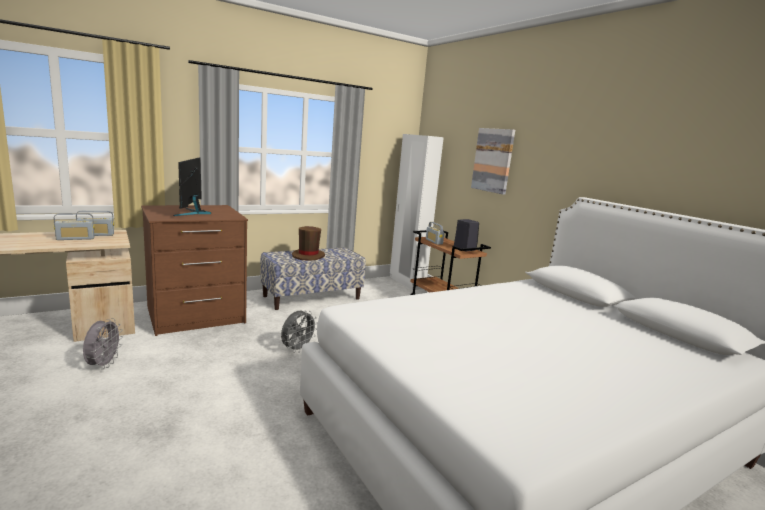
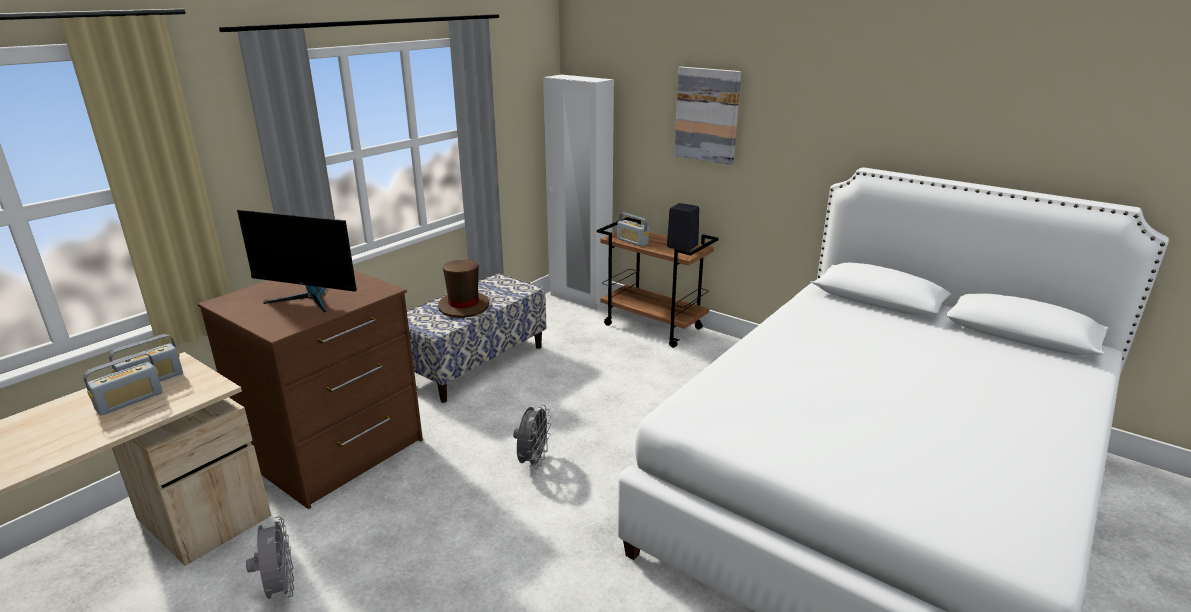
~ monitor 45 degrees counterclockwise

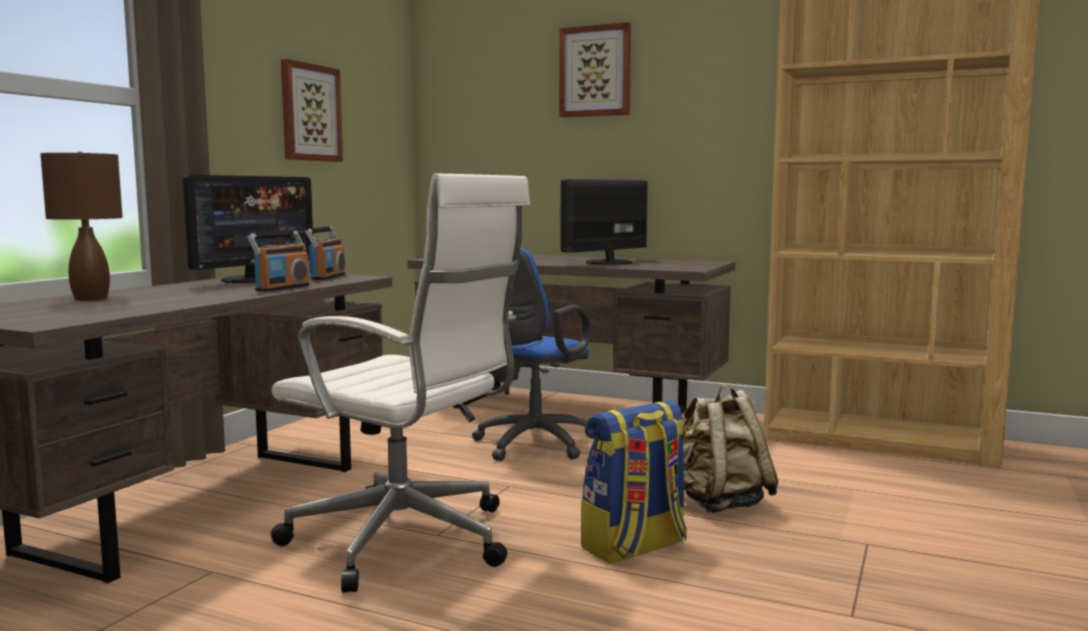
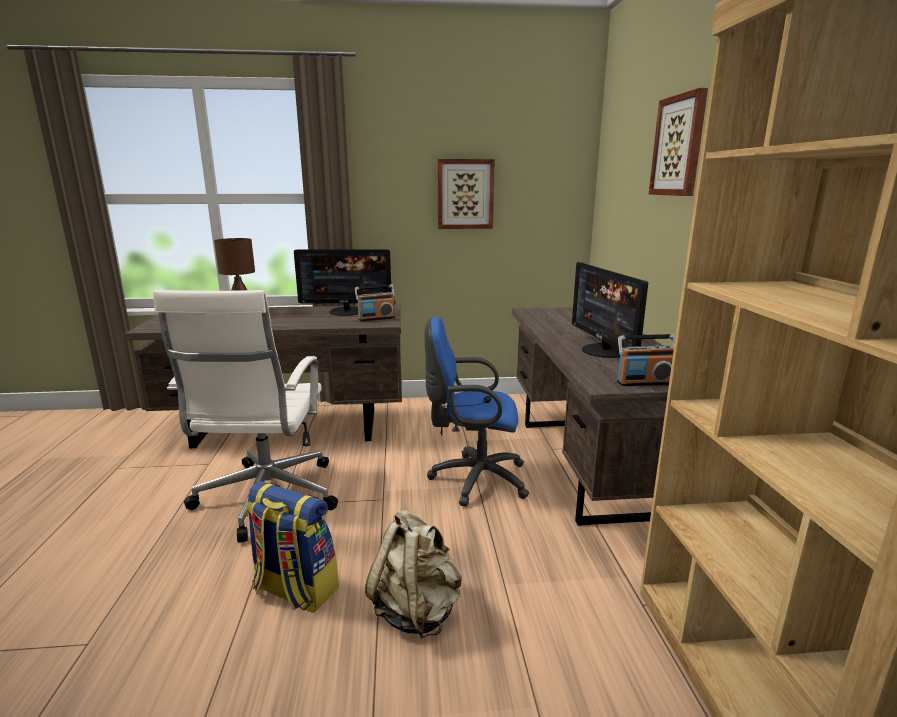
~ monitor (no. 2 from left) 120 degrees counterclockwise
~ radio (no. 1 from left in the first image) to radio (no. 2 from left)

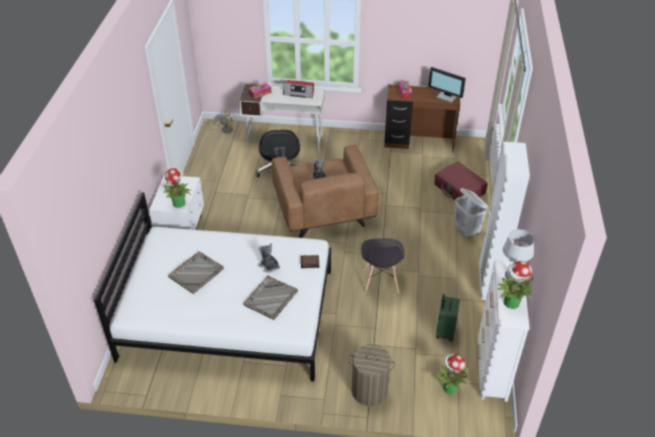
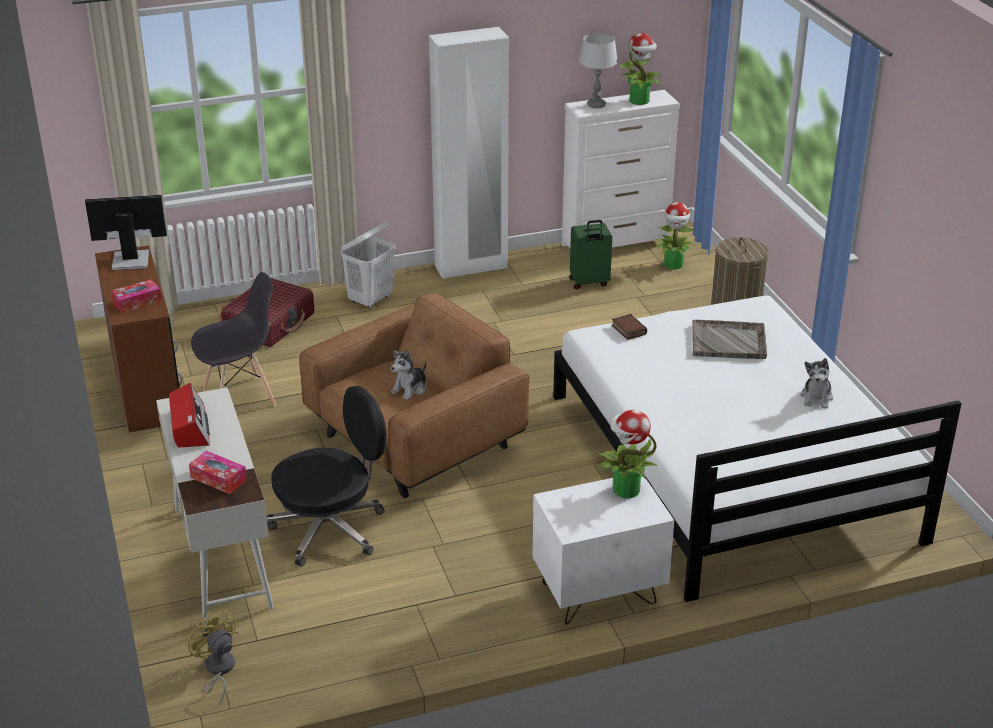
~ monitor 105 degrees counterclockwise
~ grey_chair
~ plush_toy (no. 1 from left in the first image) to plush_toy (no. 2 from left)
- grey_tray (no. 1 from left)

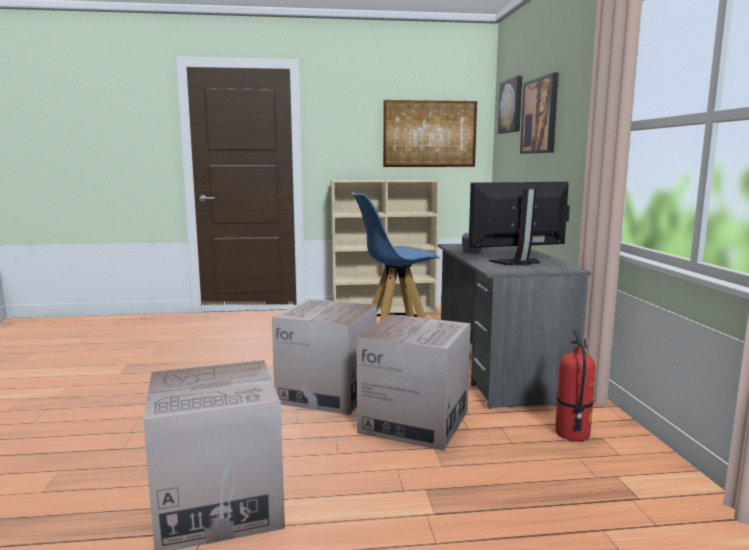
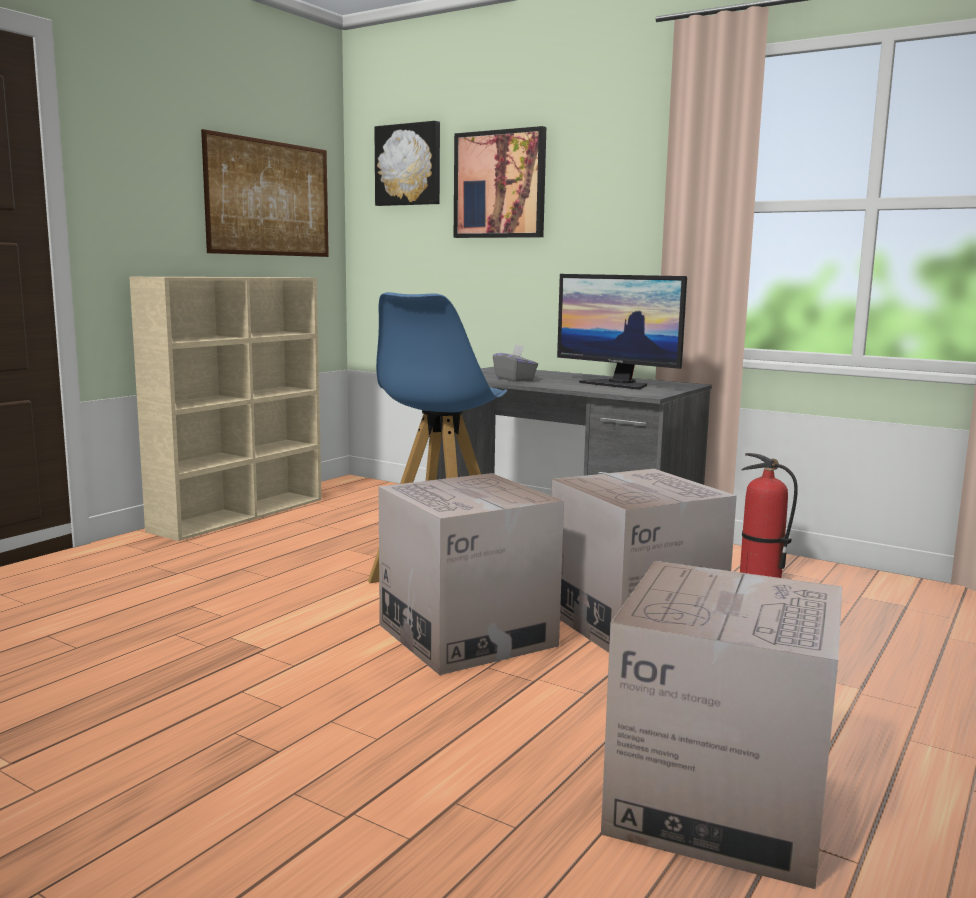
~ monitor 75 degrees counterclockwise

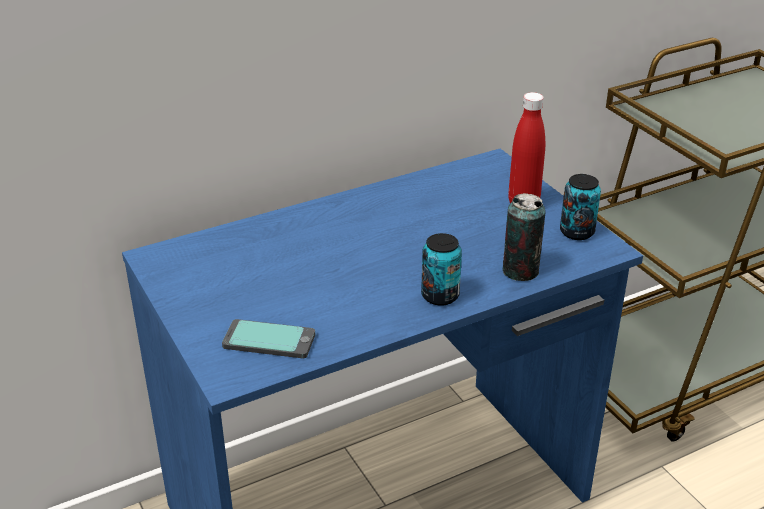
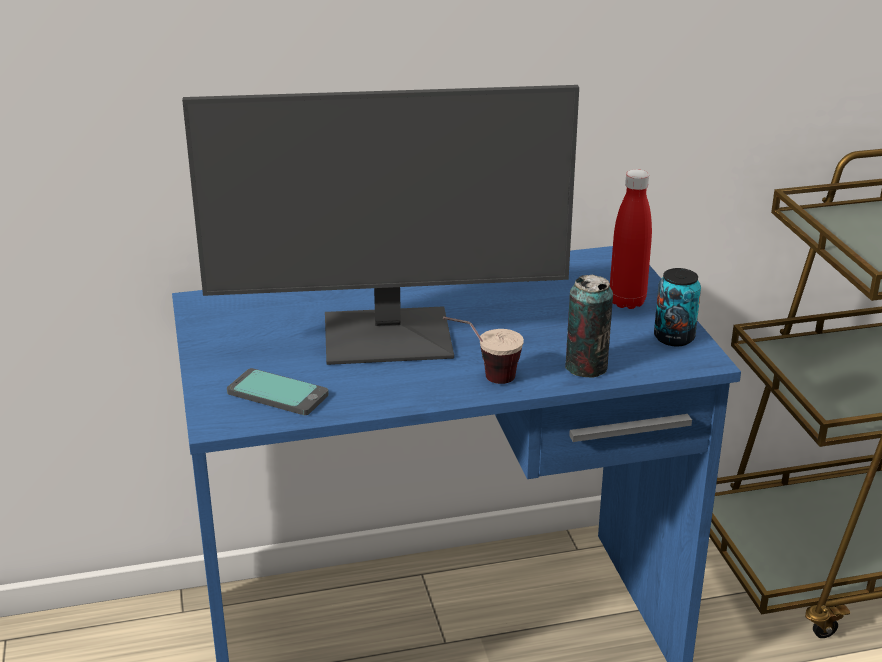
+ monitor
~ can (no. 1 from left) to cup

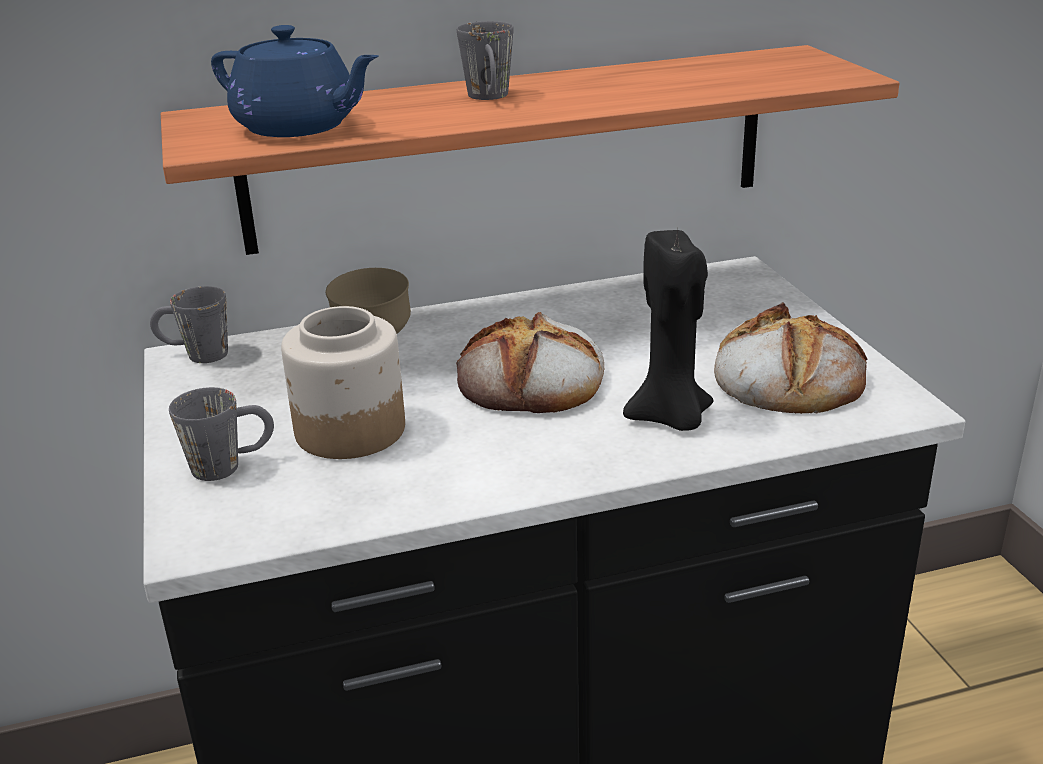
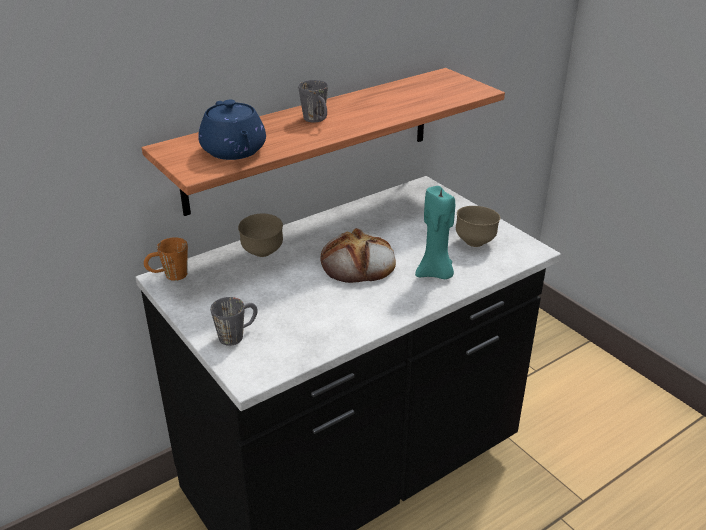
~ grey_mug (no. 1 from left) to orange_mug
~ blue_teapot 60 degrees clockwise
~ black_candle to turquoise_candle
~ bread (no. 2 from left) to brown_bowl (no. 2 from left)
- jar

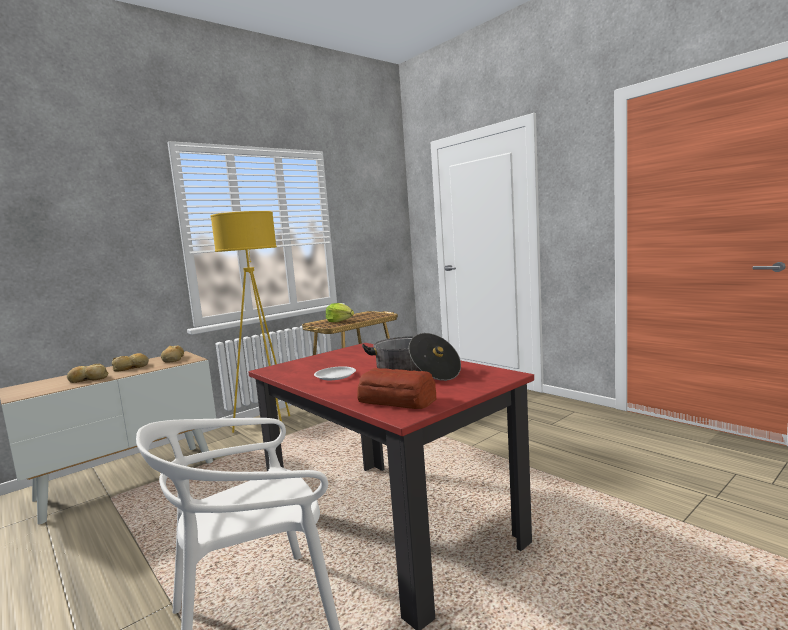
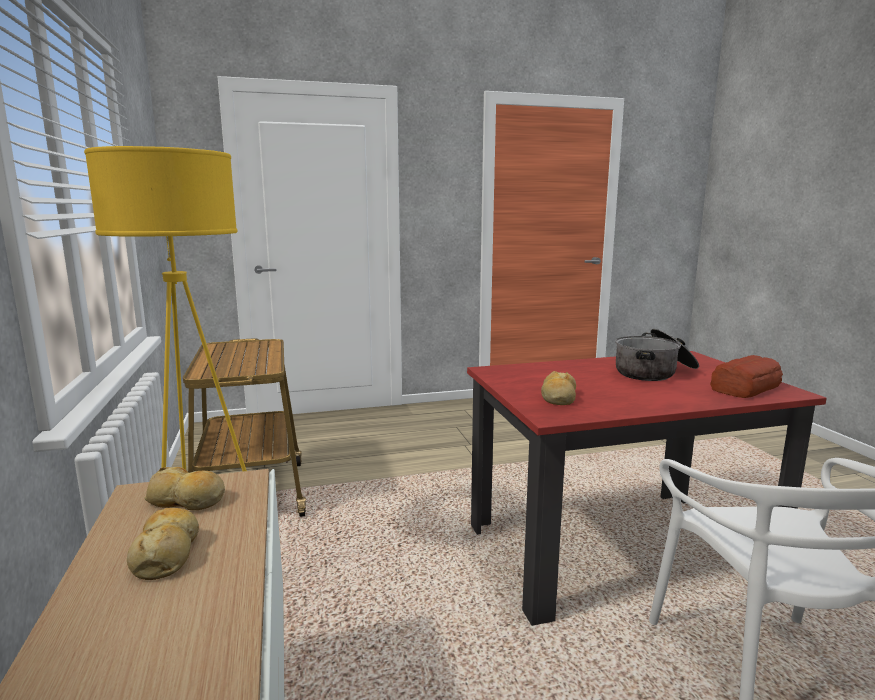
~ bread (no. 1 from left in the first image) to bread (no. 3 from left)
- white_plate
- lettuce

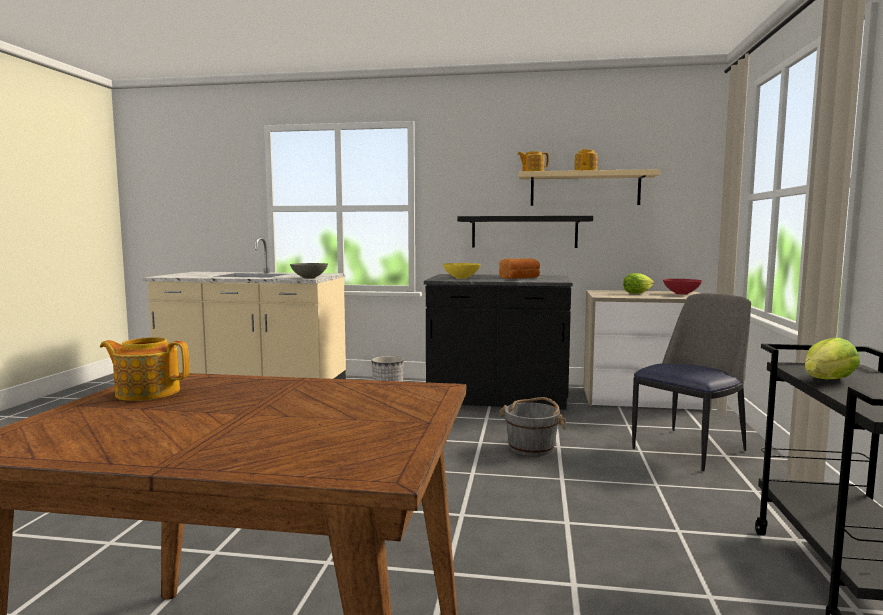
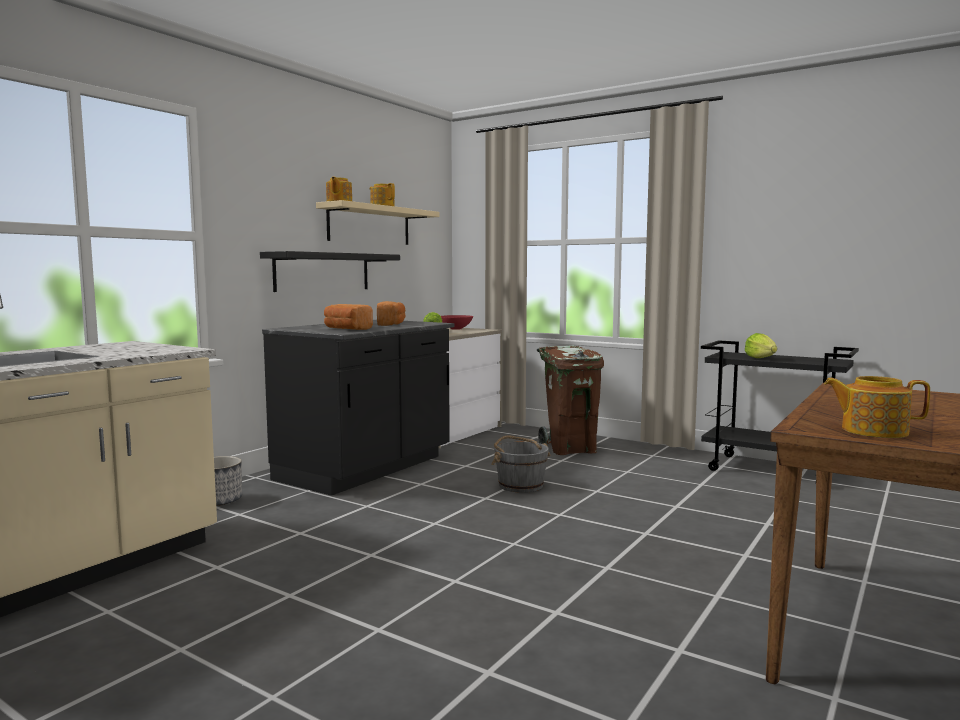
~ yellow_bowl to bread (no. 1 from left)
~ chair to brown_trash_can
~ teapot (no. 1 from left in the first image) 75 degrees clockwise
- grey_bowl

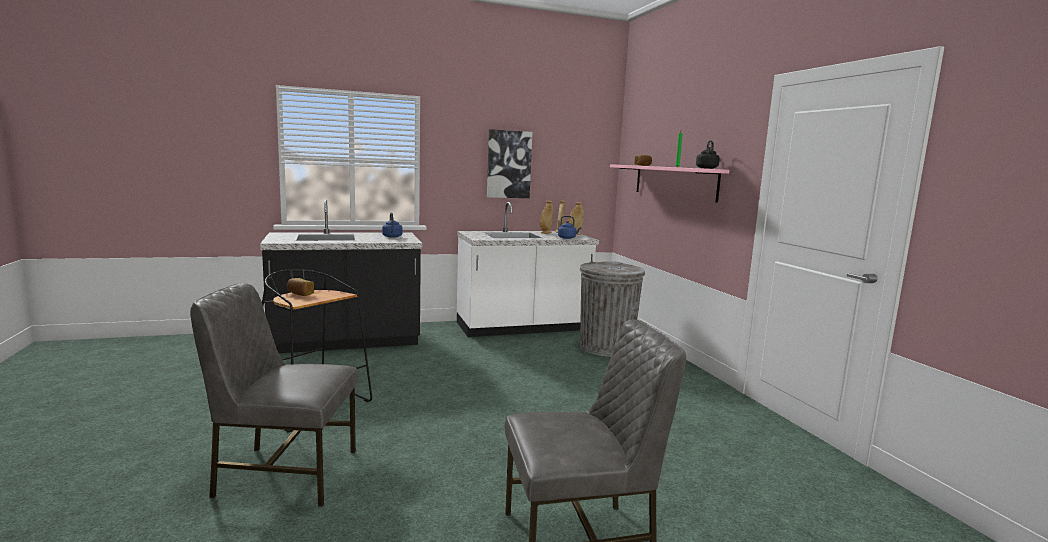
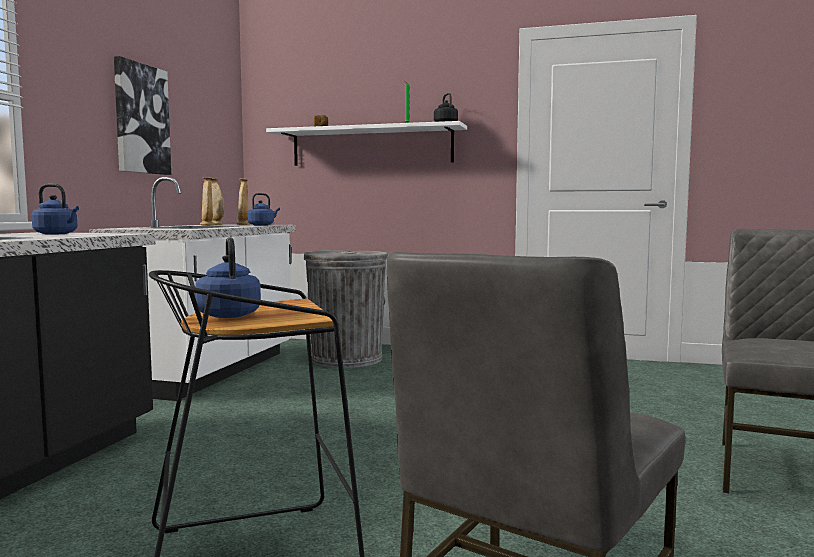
~ bread (no. 1 from left) to blue_kettle (no. 2 from left)
~ pink_shelf to white_shelf

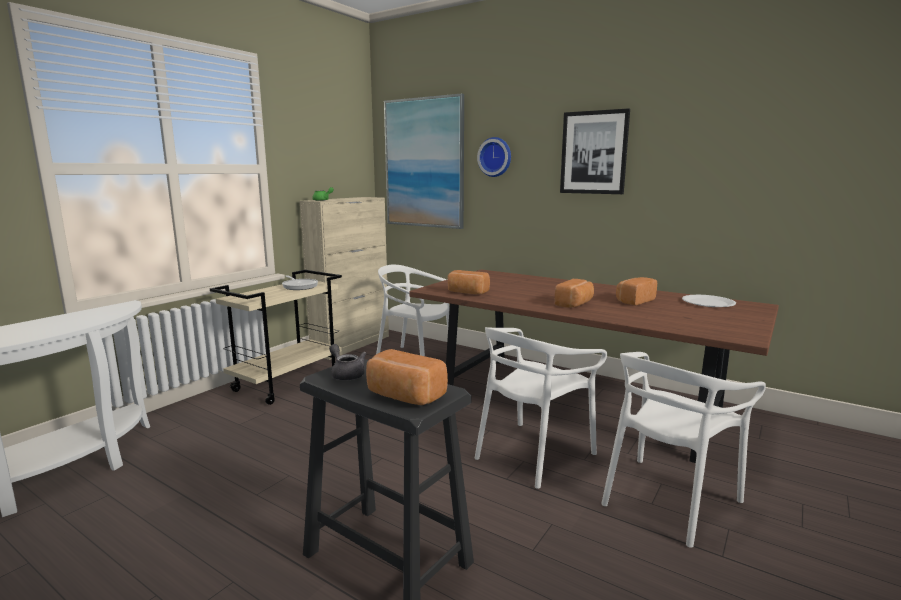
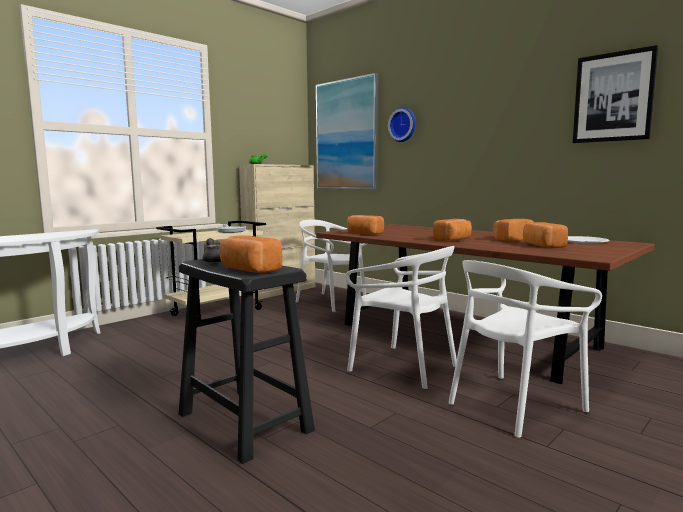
~ white_chair (no. 2 from left) 105 degrees counterclockwise
+ bread (no. 5 from left)
~ picture (no. 2 from left)

